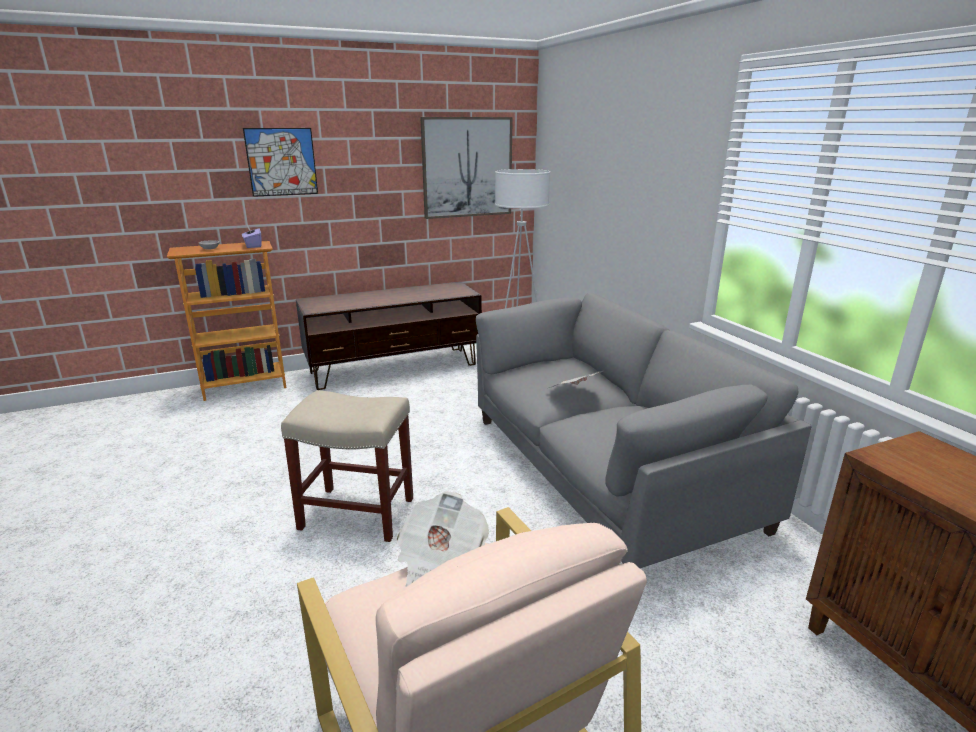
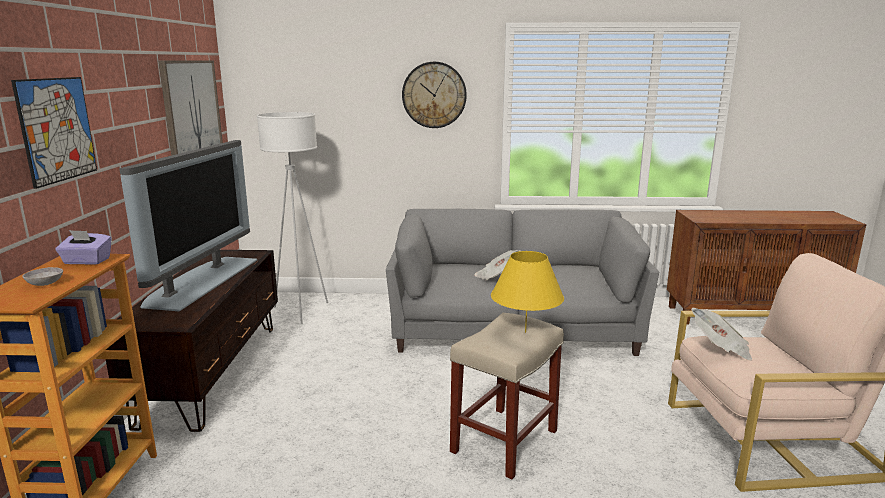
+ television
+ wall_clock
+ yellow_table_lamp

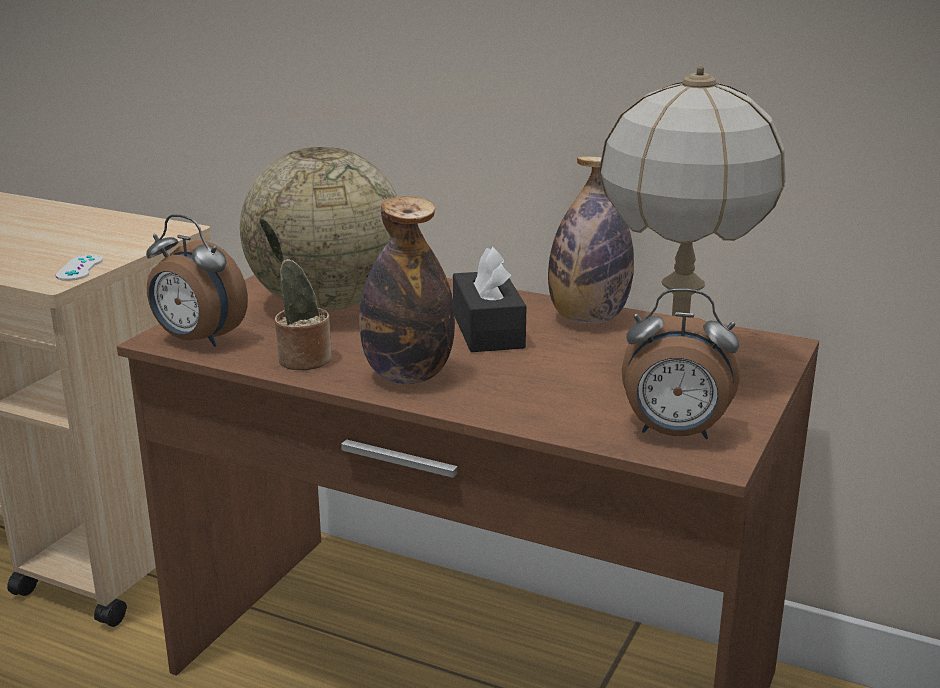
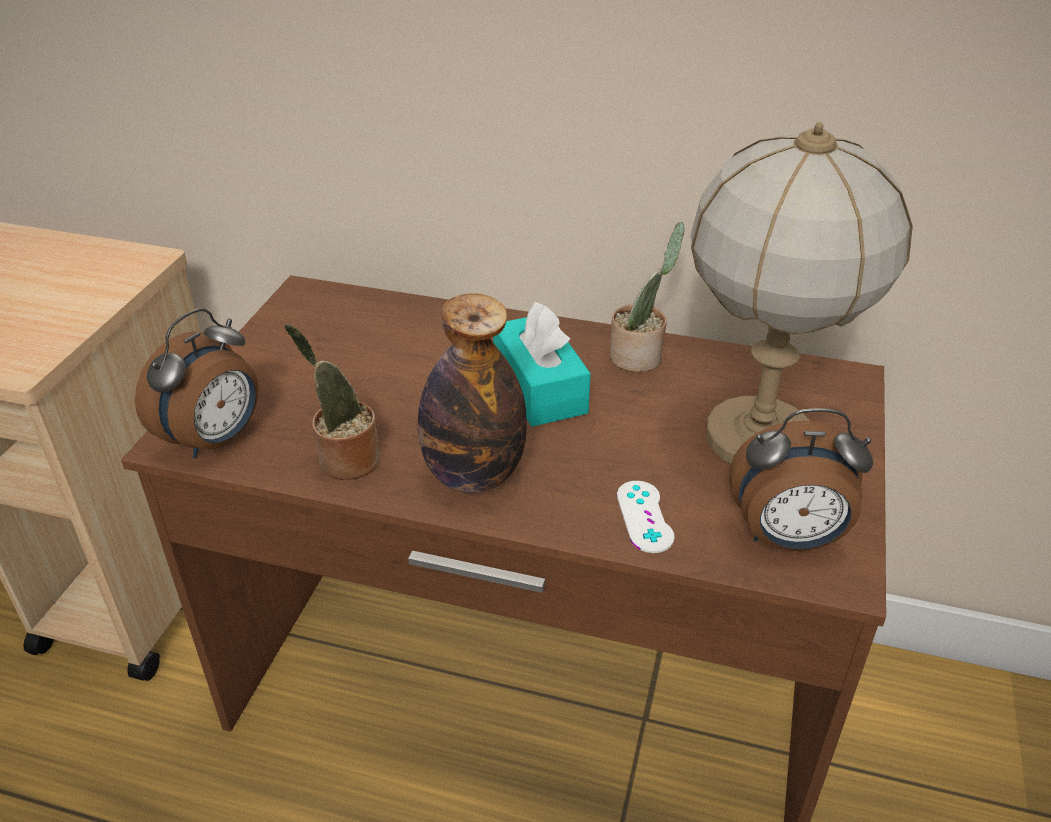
~ alarm_clock (no. 1 from left) 75 degrees counterclockwise
~ black_tissue_box to turquoise_tissue_box
~ bottle (no. 2 from left) to potted_plant (no. 2 from left)
~ white_game_controller
- globe

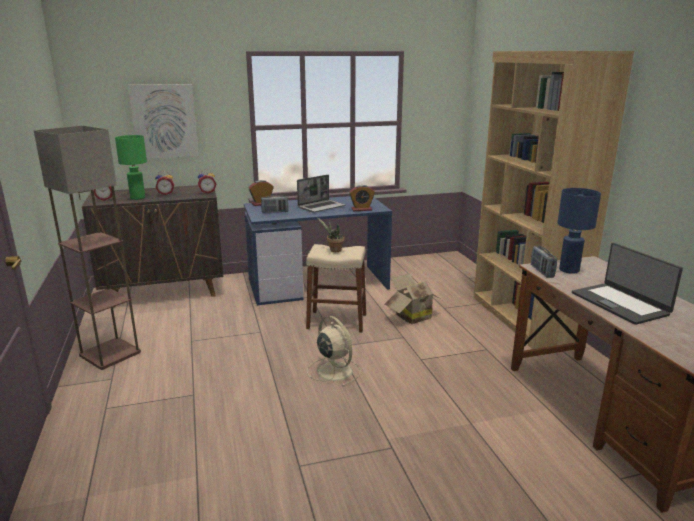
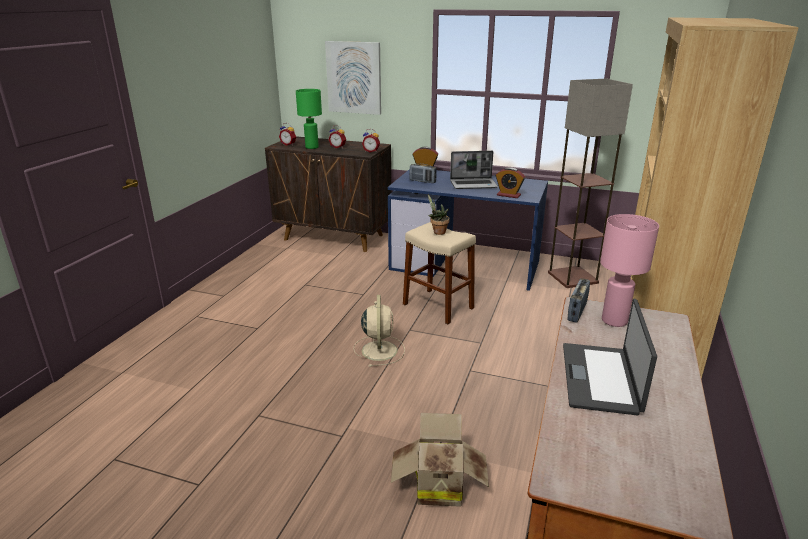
~ cardboard_box
~ floor_lamp
~ blue_table_lamp to pink_table_lamp

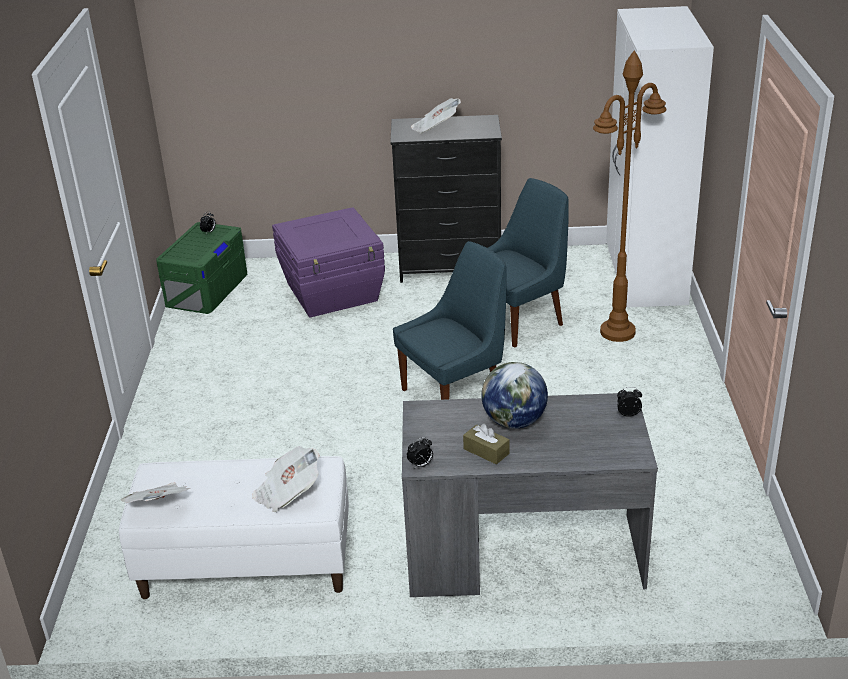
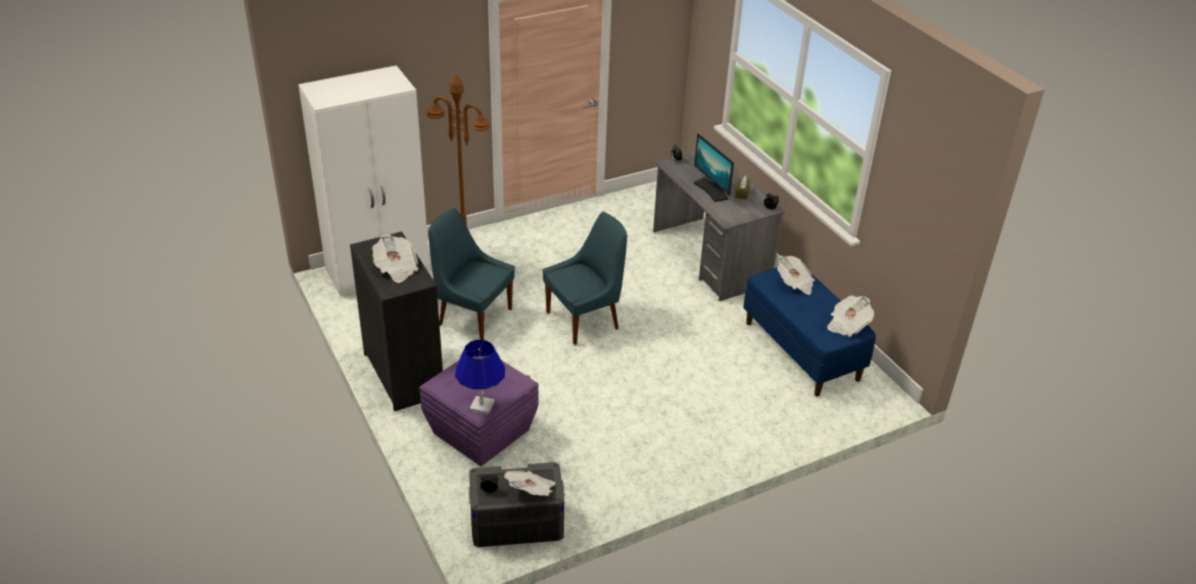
+ blue_table_lamp
~ green_storage_box to grey_storage_box
+ newspaper (no. 2 from left)
~ blue_chair (no. 1 from left in the first image) 120 degrees clockwise
~ globe to monitor
~ white_bench to blue_bench

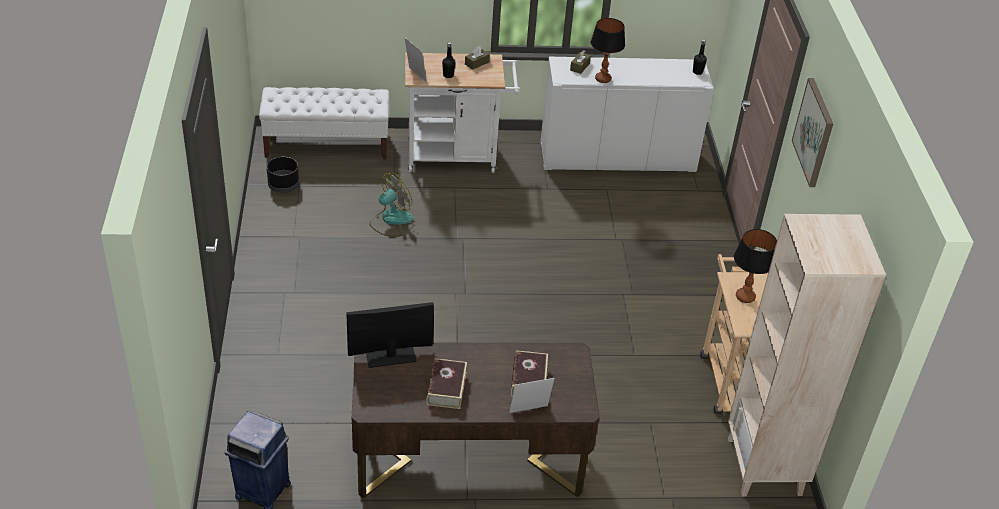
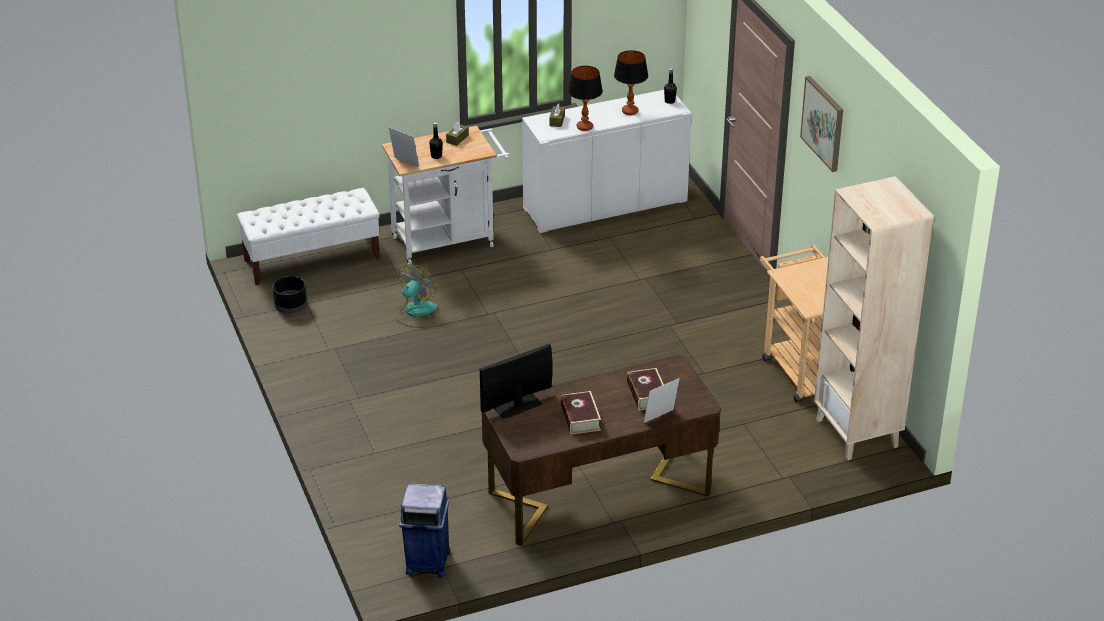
~ table_lamp (no. 2 from left)

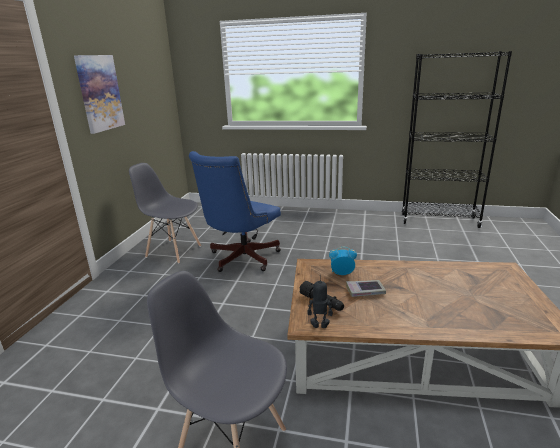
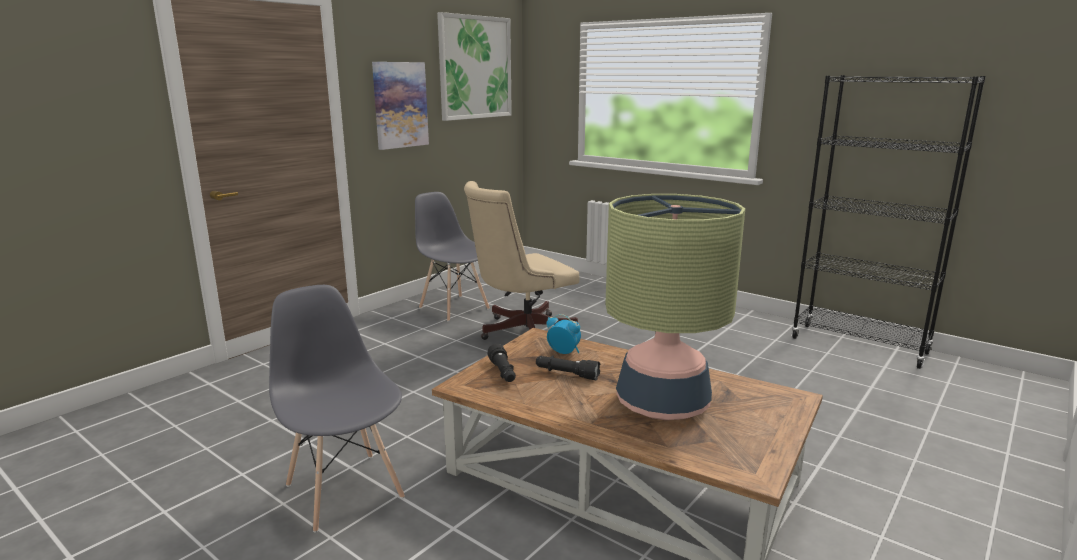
+ picture (no. 2 from left)
~ blue_office_chair to beige_office_chair
~ book to black_flashlight (no. 2 from left)
+ table_lamp
- toy_robot

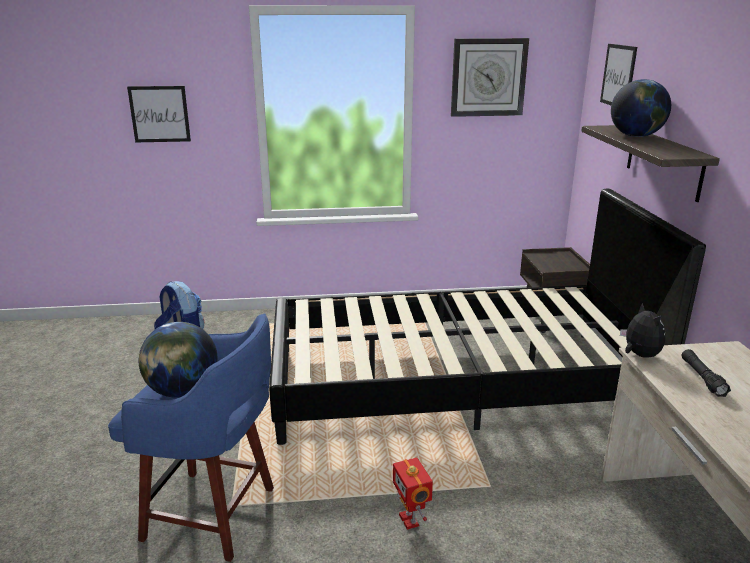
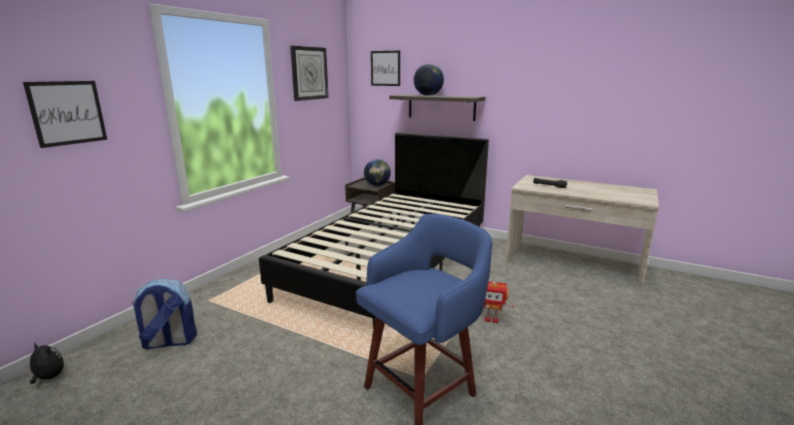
~ plush_toy
~ globe (no. 1 from left)

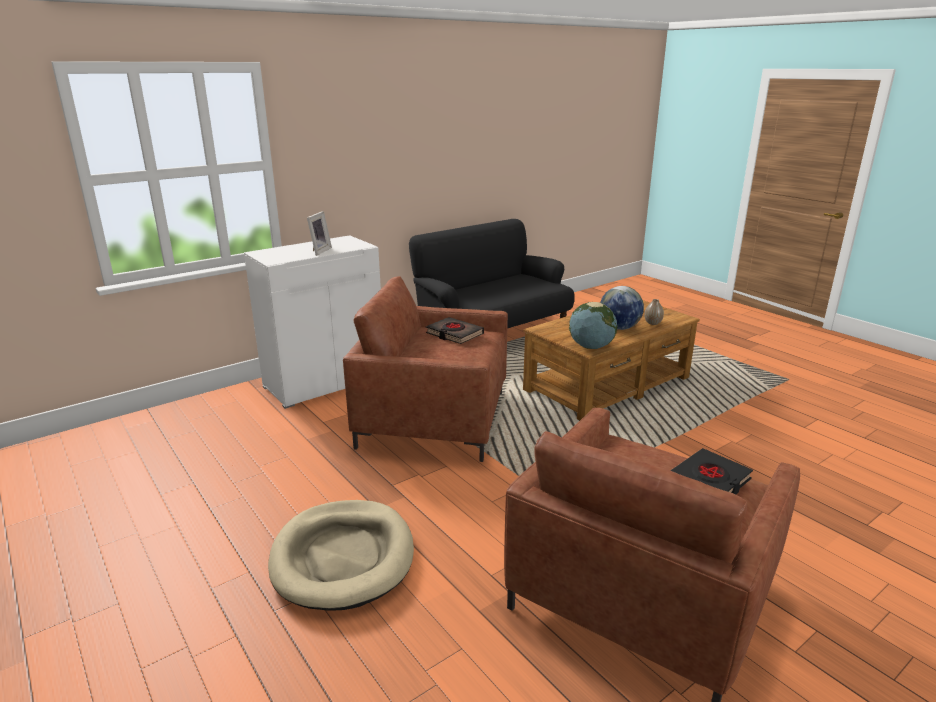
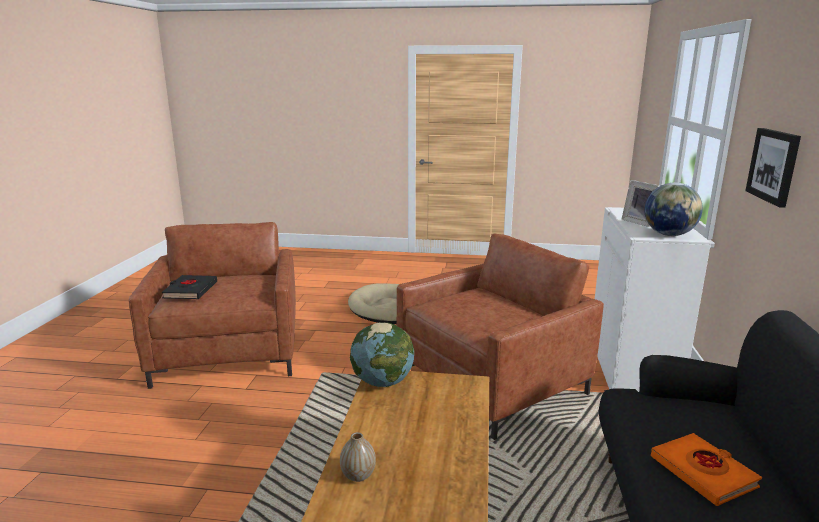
~ globe (no. 2 from left)
+ orange_book
+ picture
- black_book (no. 1 from left)

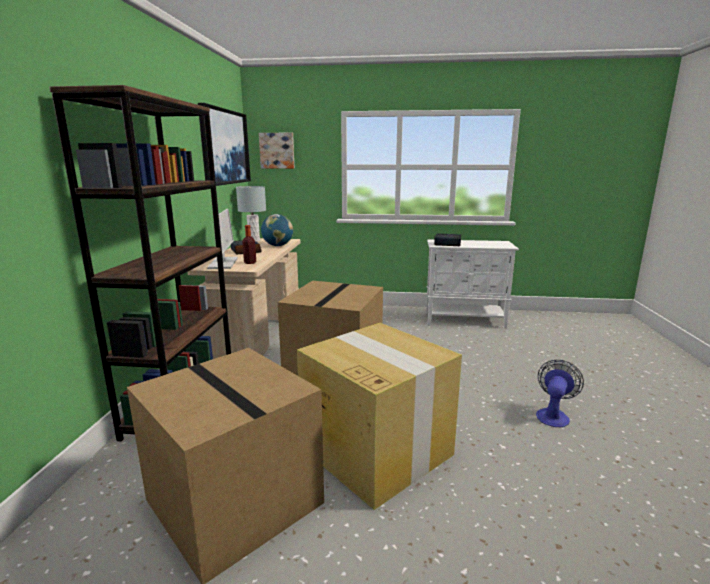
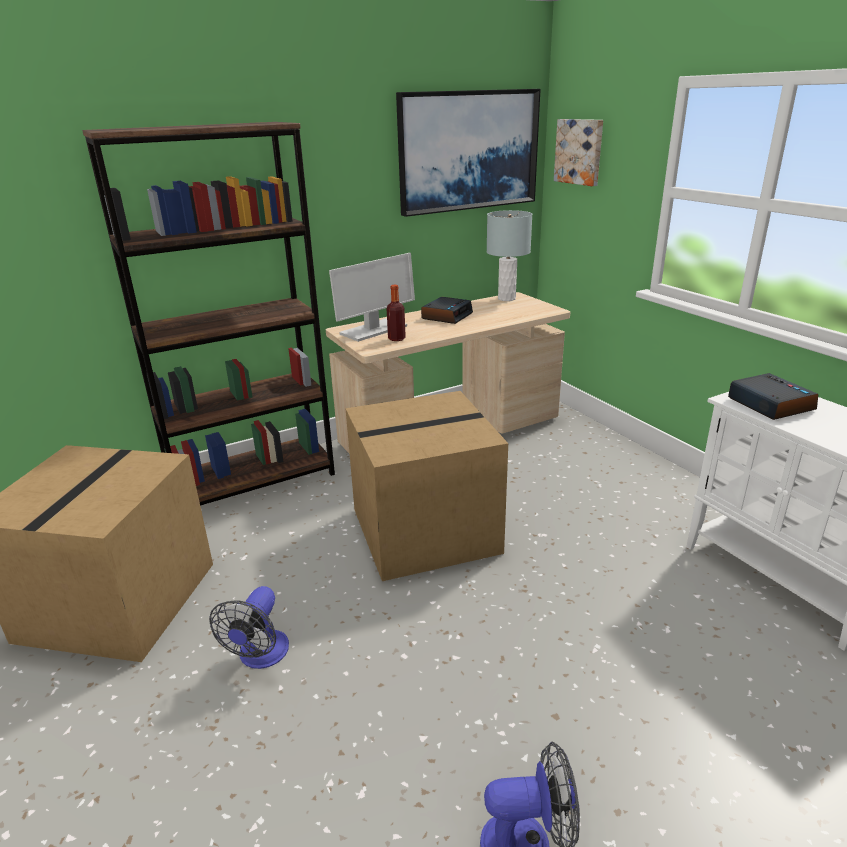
~ cardboard_box (no. 3 from left) to fan (no. 1 from left)
- globe

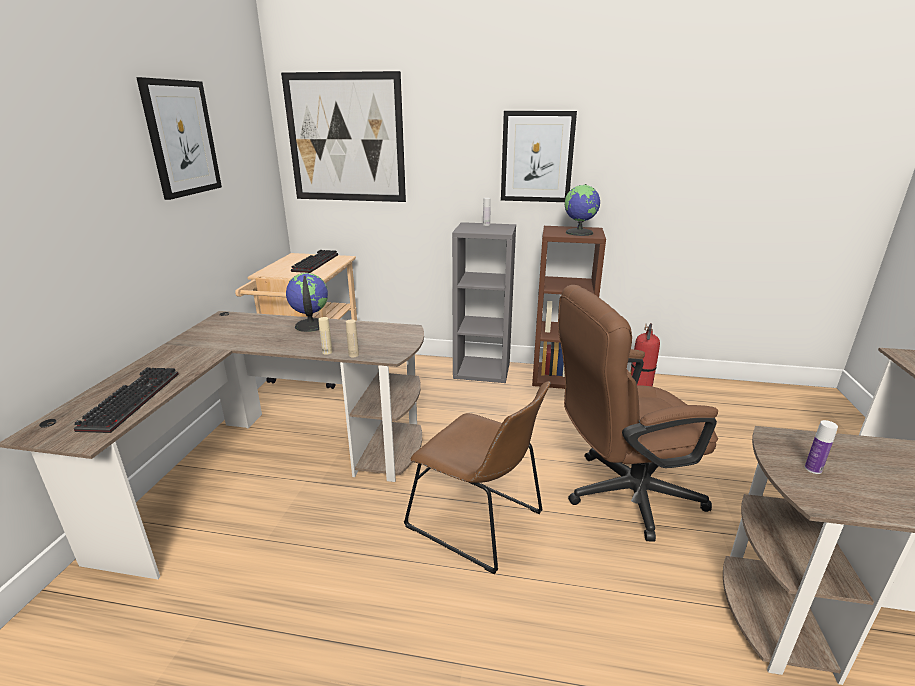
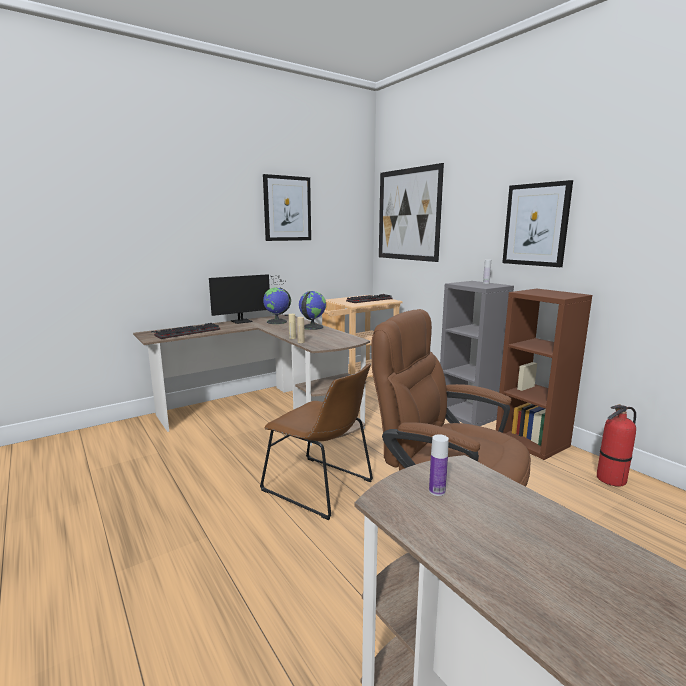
+ monitor
~ brown_chair 45 degrees counterclockwise
~ globe (no. 2 from left in the first image) to globe (no. 1 from left)

